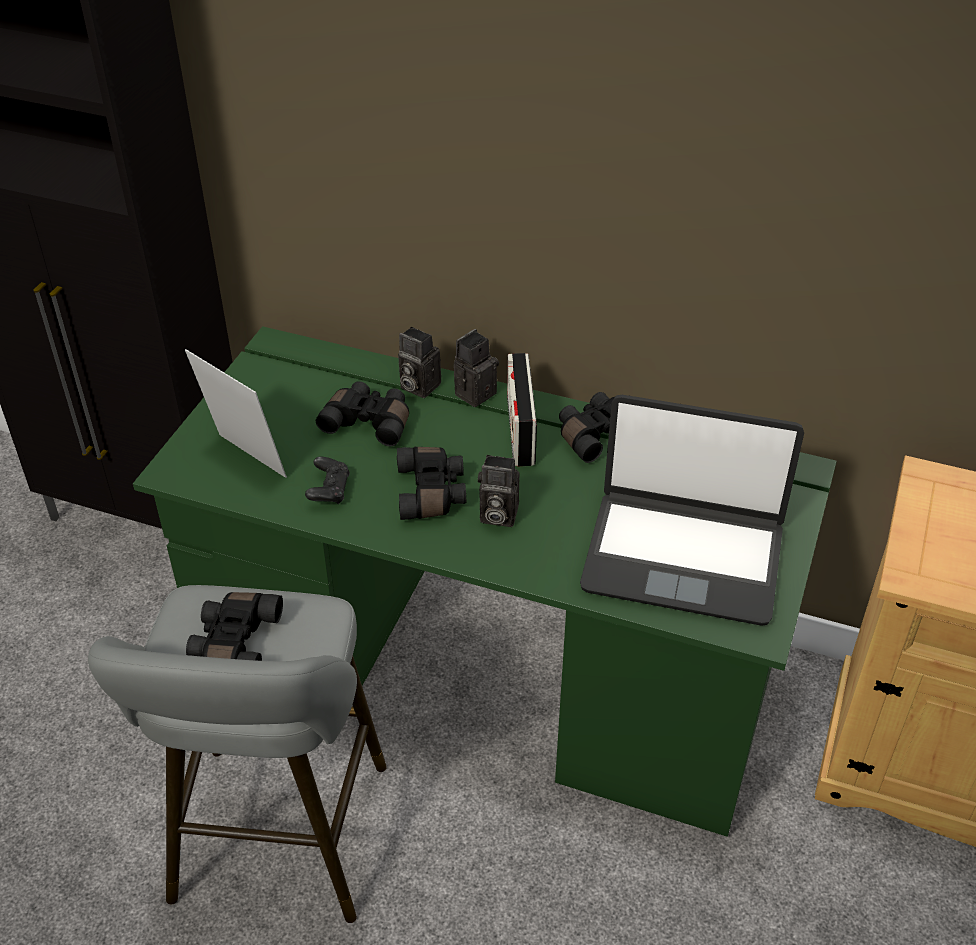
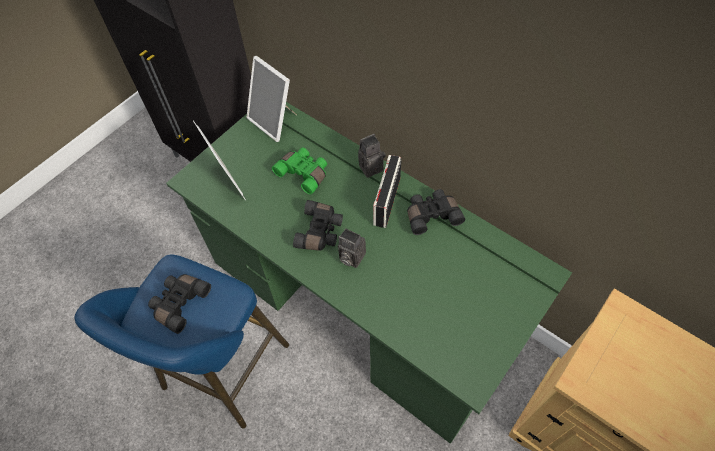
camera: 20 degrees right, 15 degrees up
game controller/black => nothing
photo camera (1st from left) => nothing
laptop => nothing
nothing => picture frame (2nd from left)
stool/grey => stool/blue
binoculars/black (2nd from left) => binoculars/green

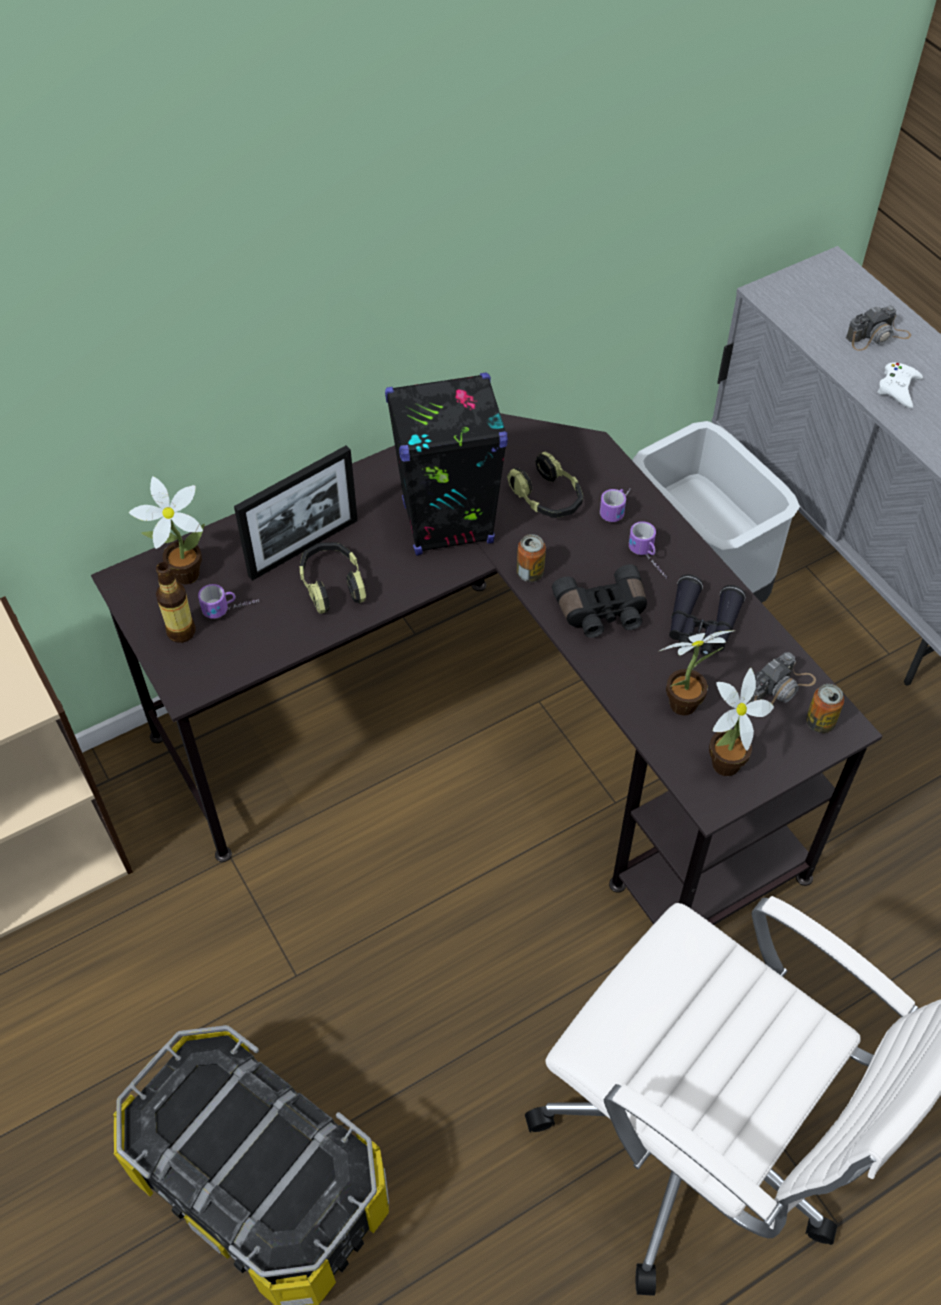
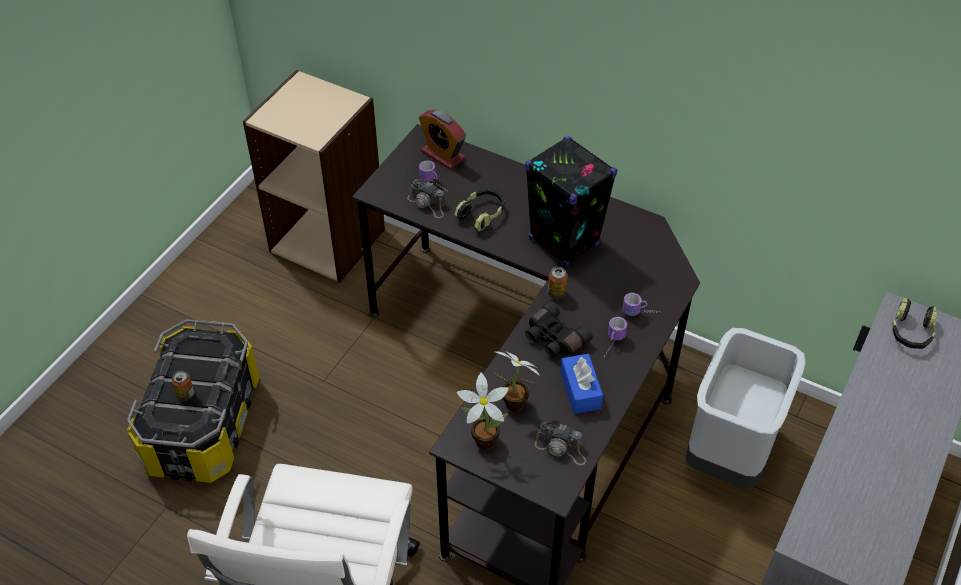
camera: 60 degrees right, 5 degrees down
bottle => nothing
picture frame => nothing
game controller/white => nothing
headphones (2nd from left), move
can (2nd from left in the first image) => can (1st from left), move
photo camera (2nd from left in the first image) => photo camera (1st from left), move
potted plant (1st from left) => alarm clock
binoculars/black (2nd from left) => tissue box/blue

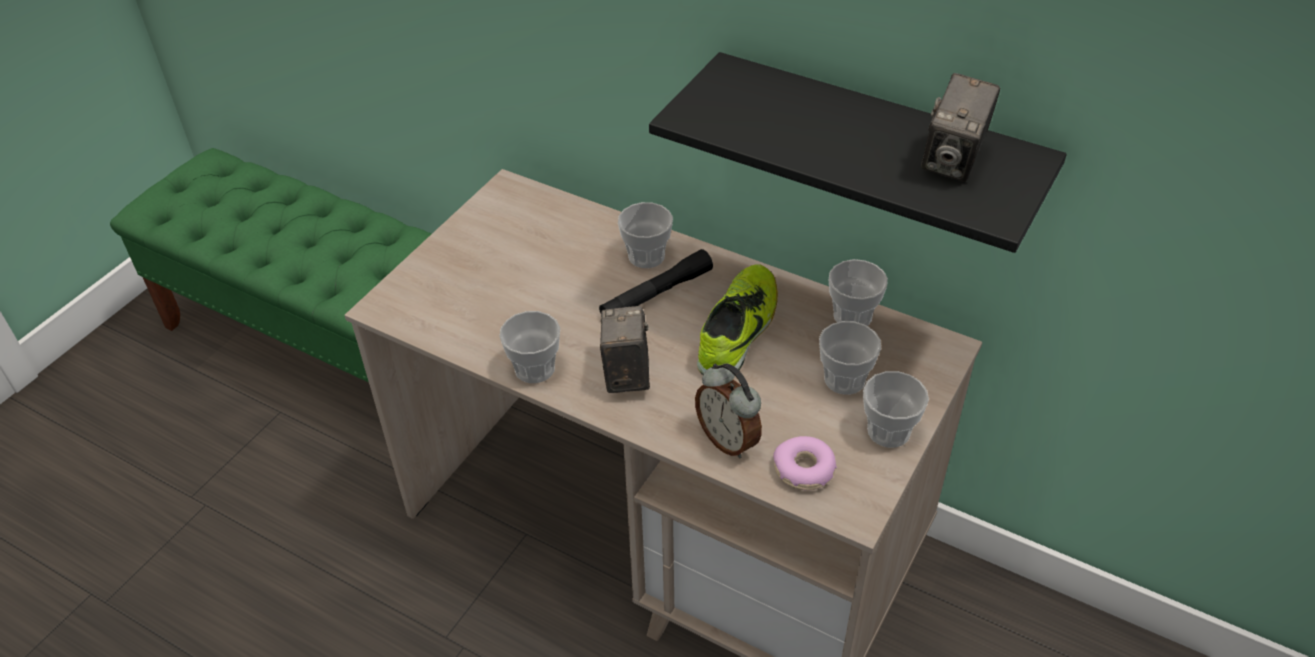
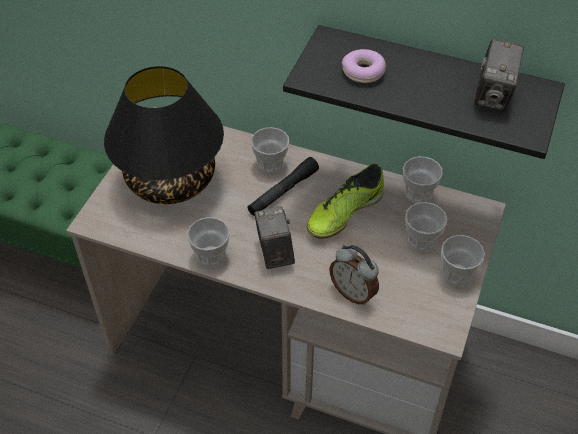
camera: 10 degrees left, 5 degrees up
nothing => table lamp/black
donut, move
shoe, 150 degrees counterclockwise

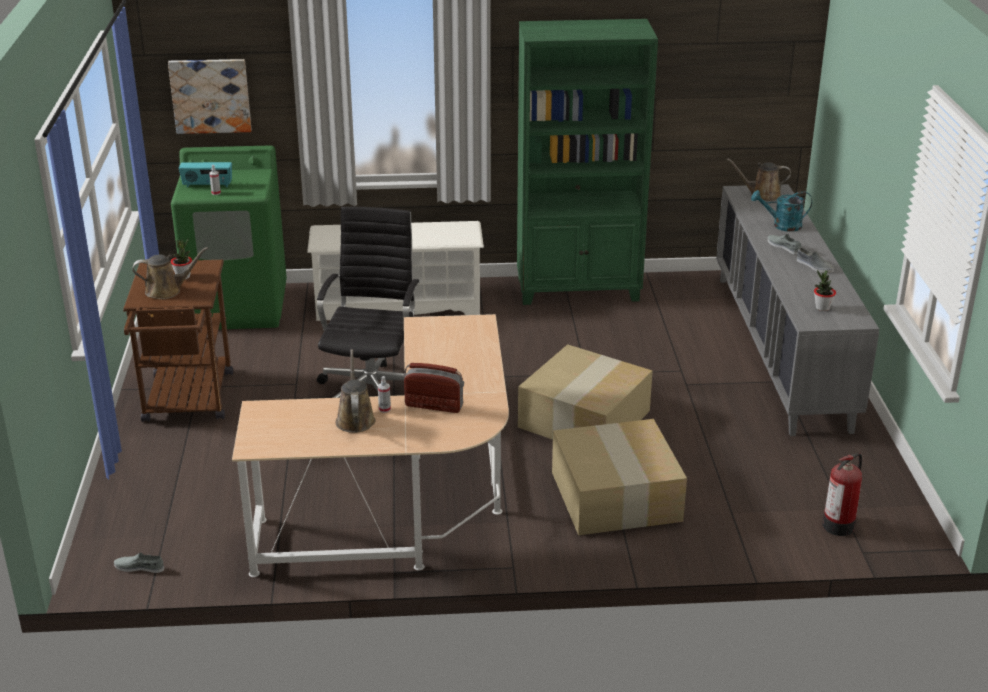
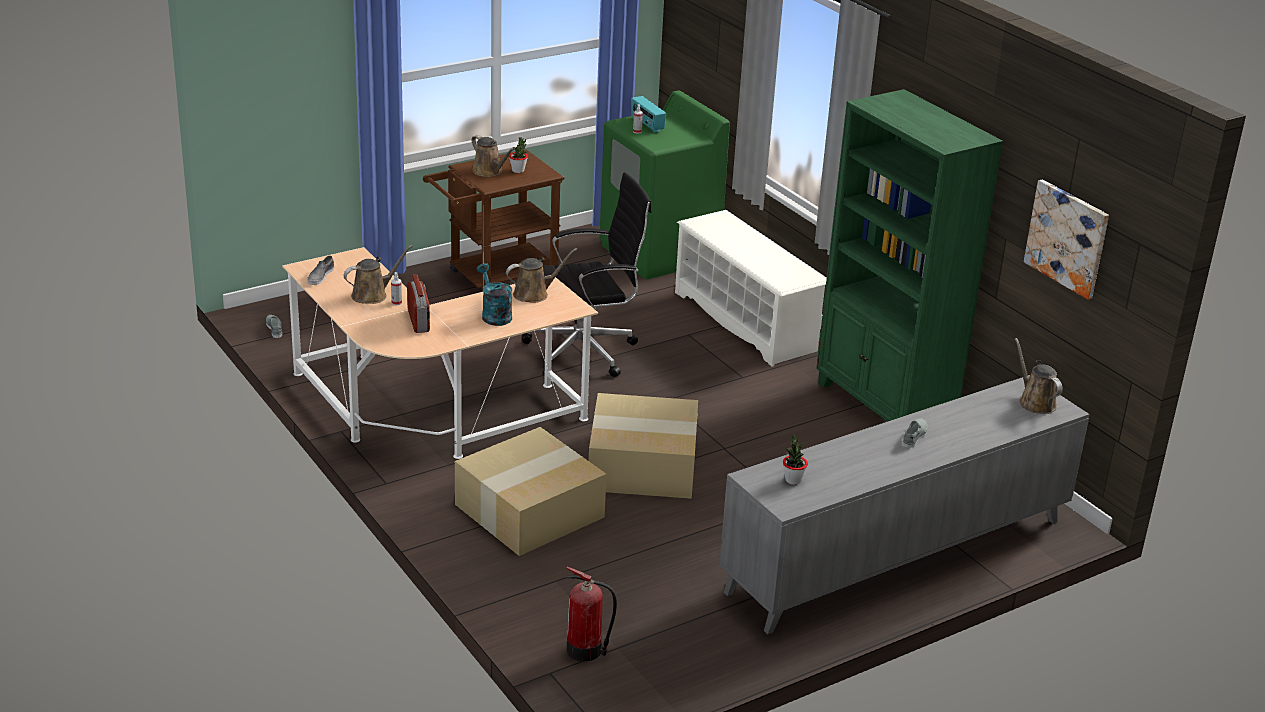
camera: 60 degrees right, 0 degrees up
nothing => watering can/brown (3rd from left)
picture, move
watering can/turquoise, move
shoe/grey (3rd from left in the first image) => shoe/grey (2nd from left), move

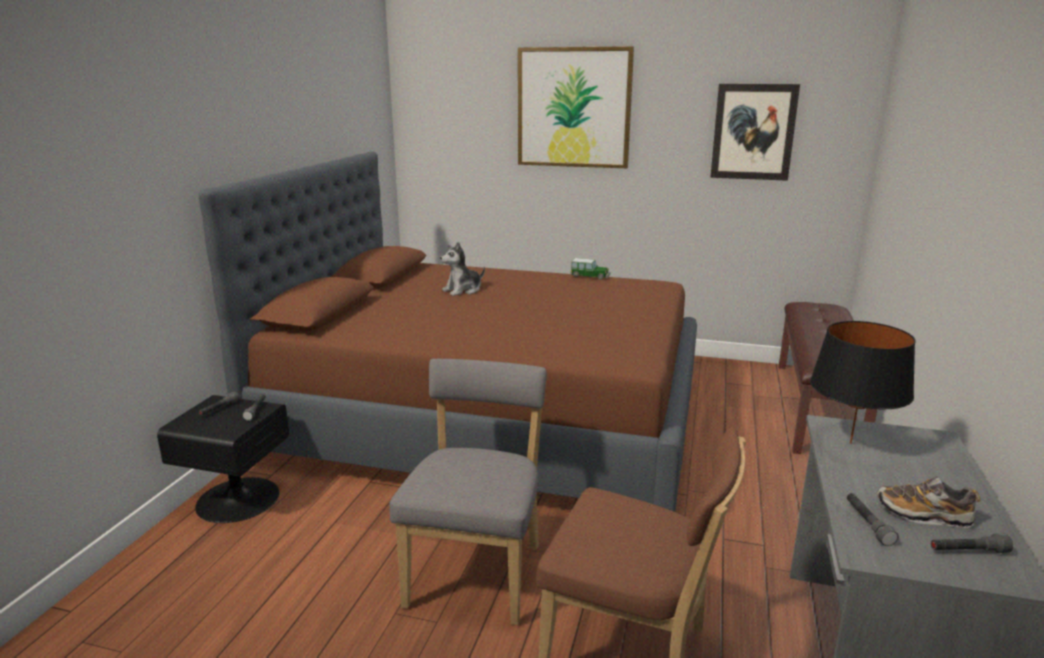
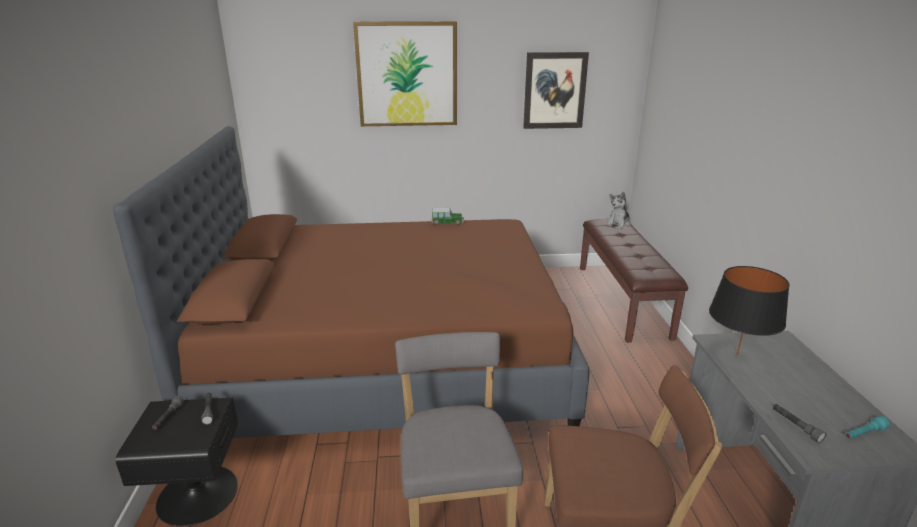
camera: 20 degrees left, 5 degrees up
shoe => nothing
plush toy, move
flashlight/grey (4th from left) => flashlight/turquoise

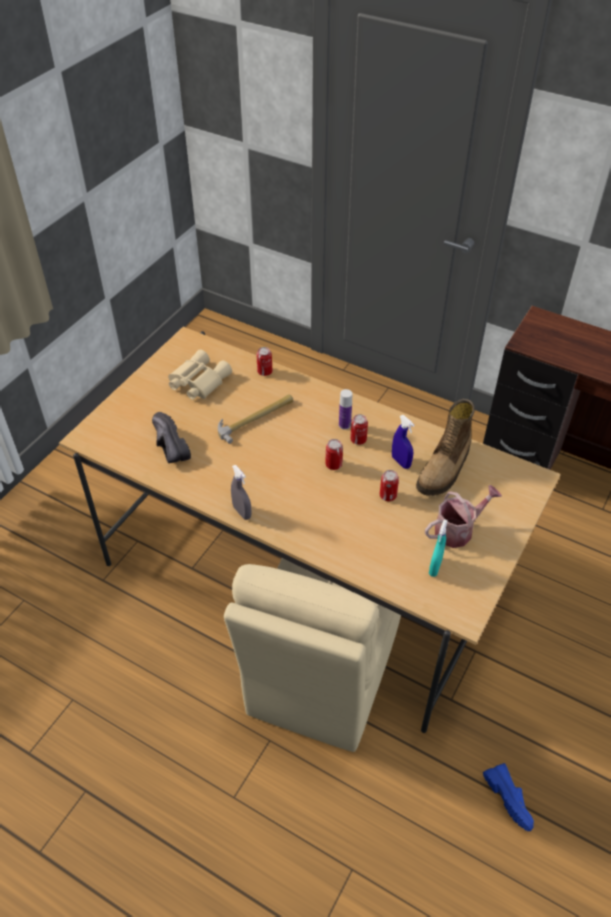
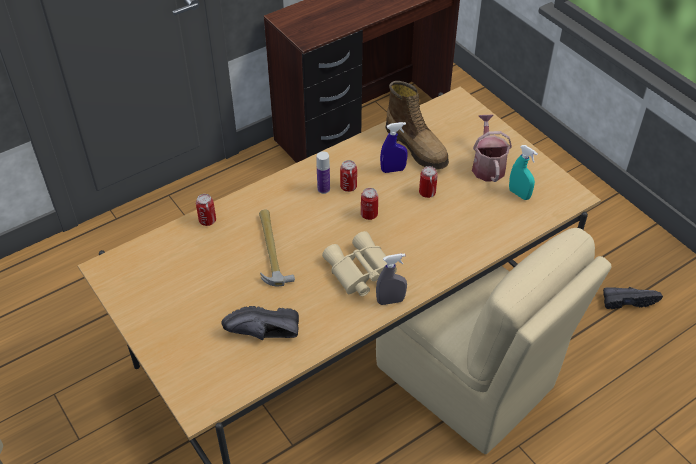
camera: 65 degrees left, 0 degrees up
binoculars/beige, move
shoe/blue => shoe/black (2nd from left)

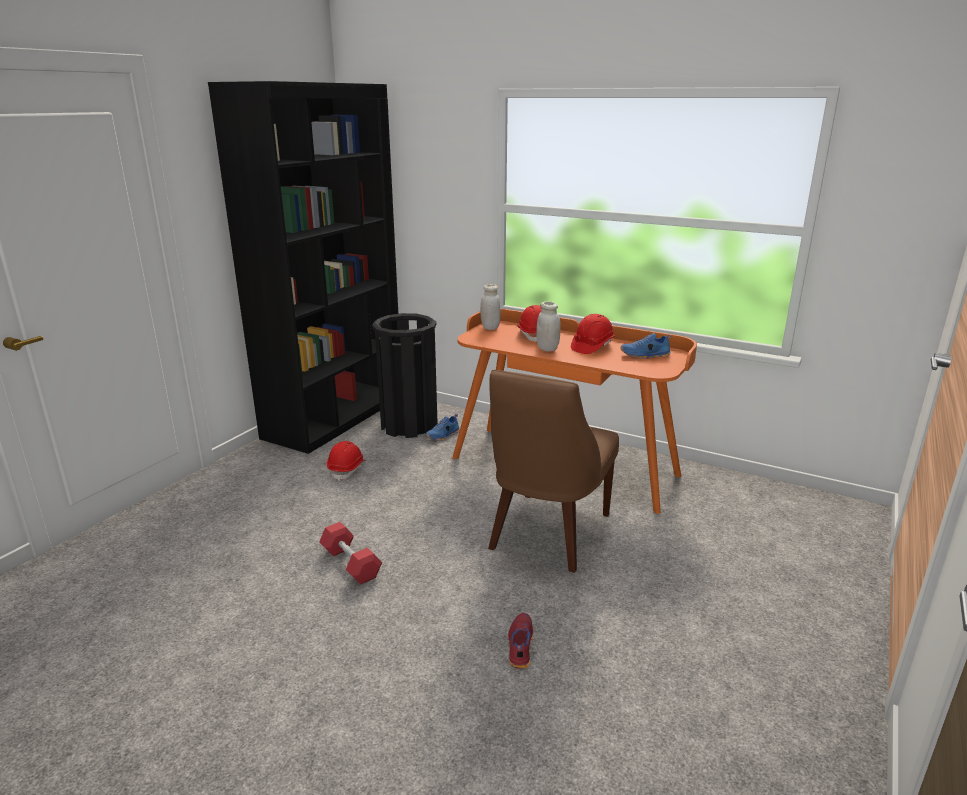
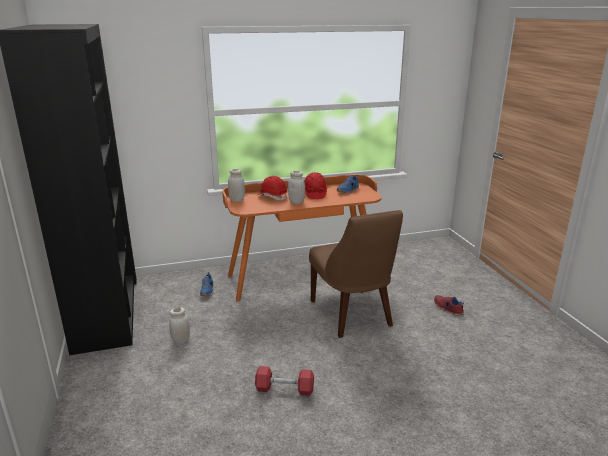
camera: 45 degrees left, 0 degrees up
trash can/black => nothing
shoe/red, move
hard hat/red (1st from left) => jar/white (1st from left)

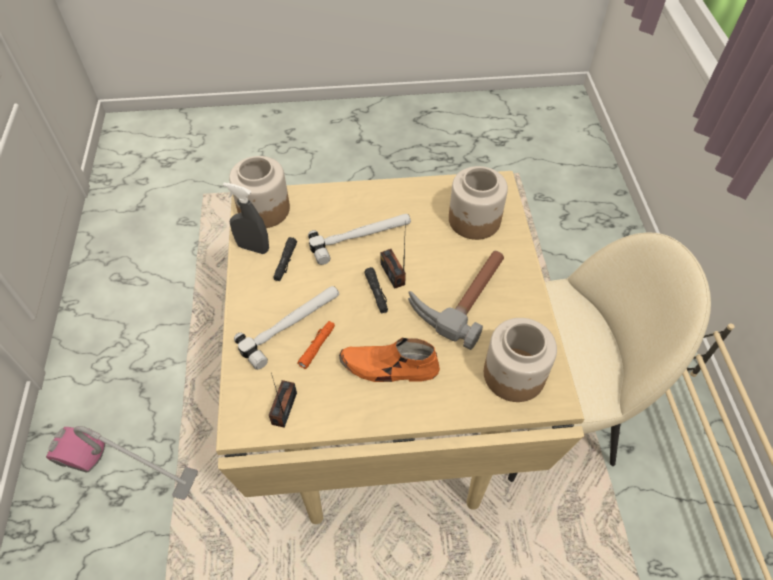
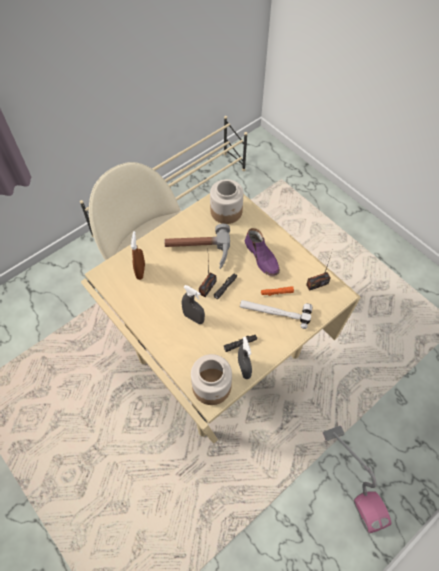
camera: 125 degrees left, 5 degrees up
hammer (2nd from left) => spray bottle/grey (1st from left)
jar (2nd from left) => spray bottle/brown
shoe/orange => shoe/purple

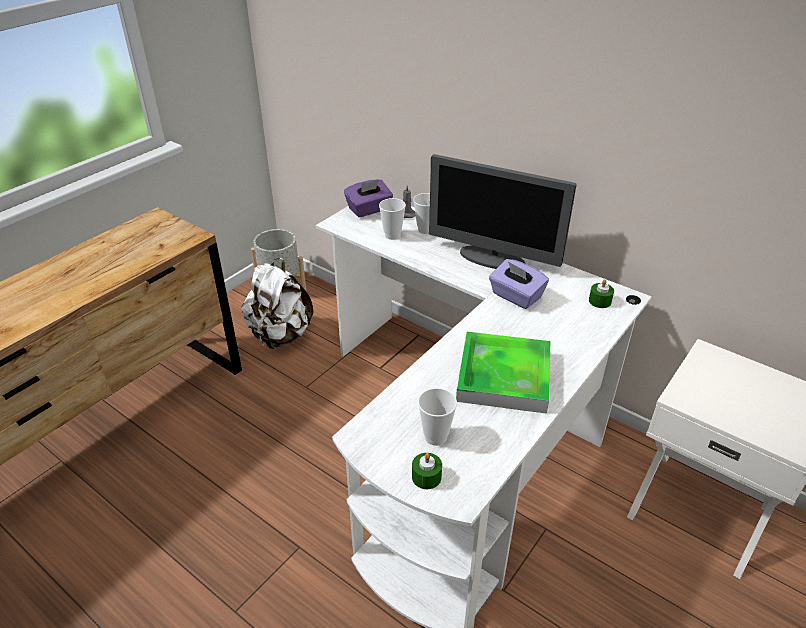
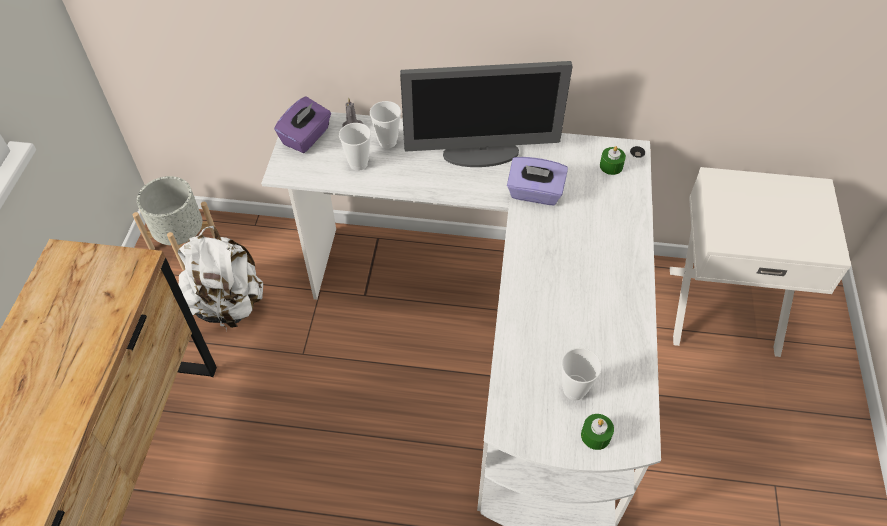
camera: 30 degrees left, 15 degrees up
tray => nothing

